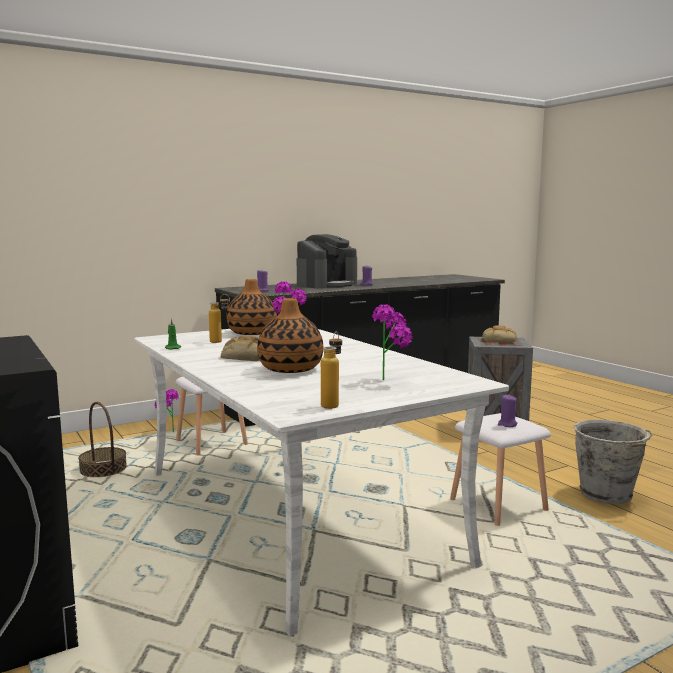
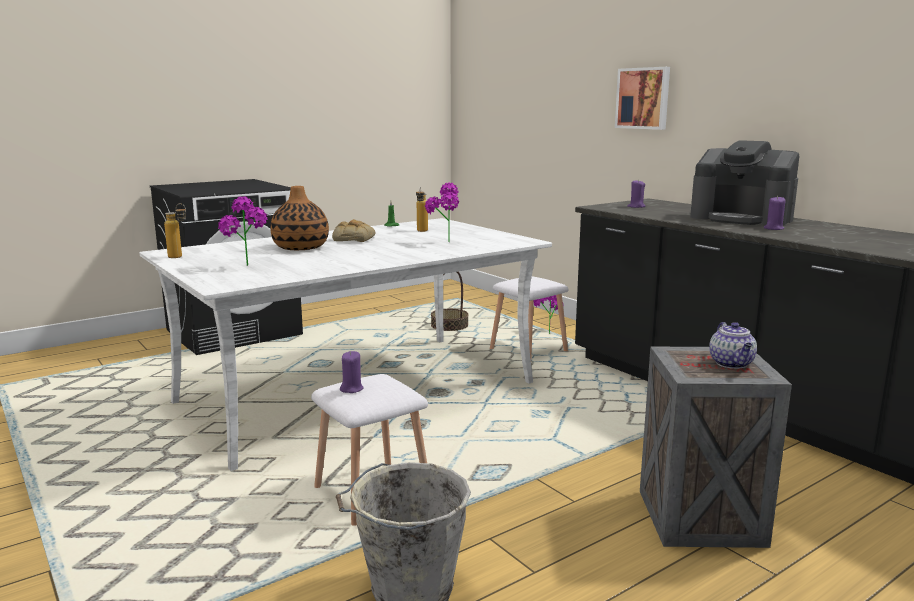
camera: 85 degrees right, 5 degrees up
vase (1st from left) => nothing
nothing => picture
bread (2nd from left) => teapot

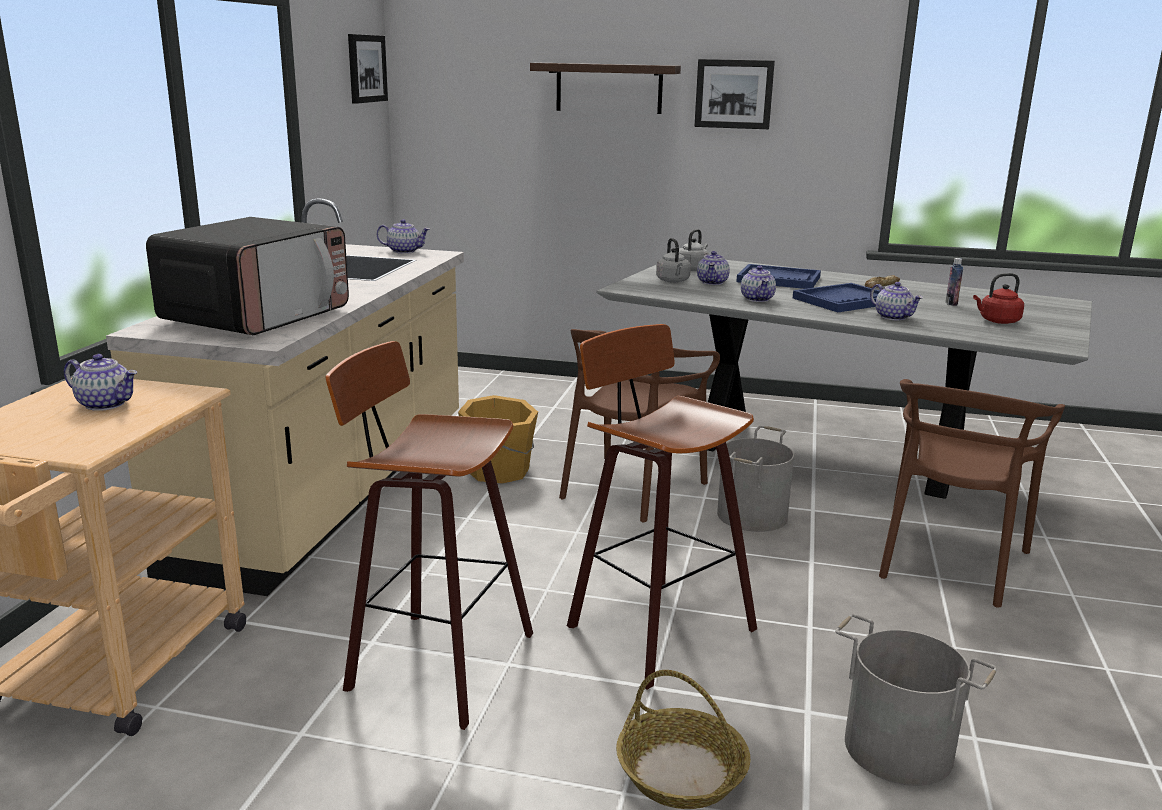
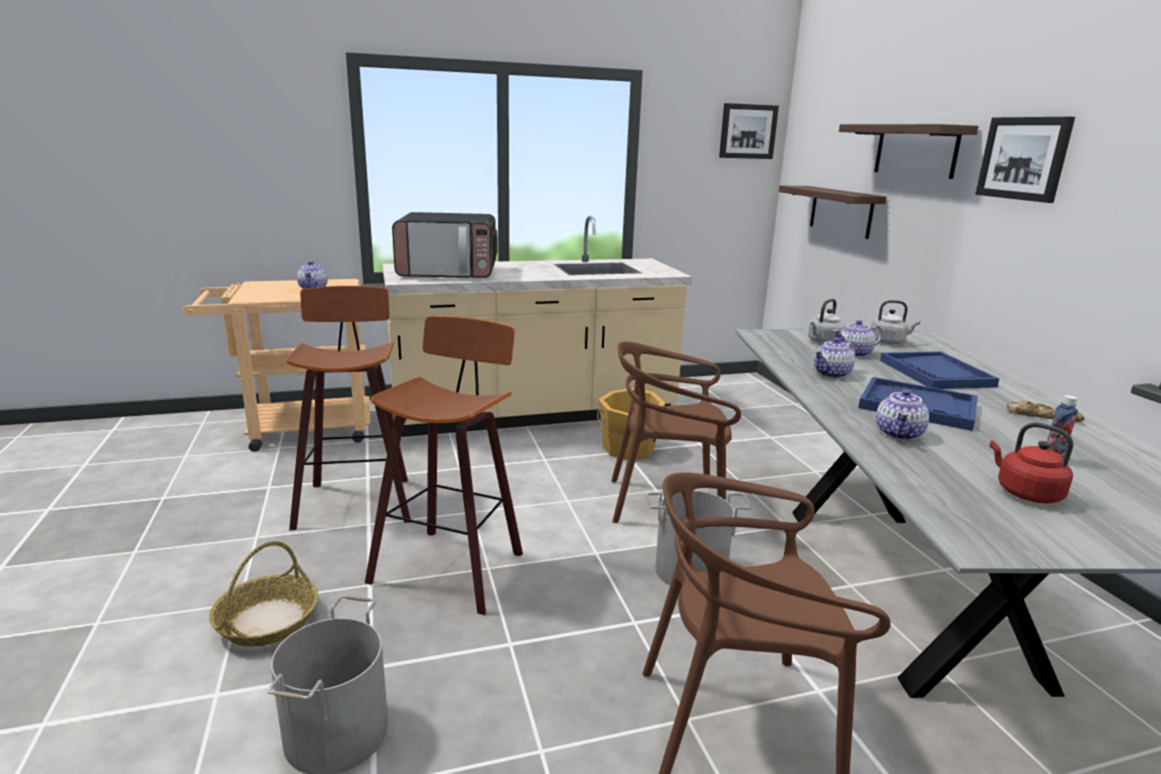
camera: 60 degrees right, 0 degrees up
teapot (2nd from left) => nothing
nothing => shelf (1st from left)

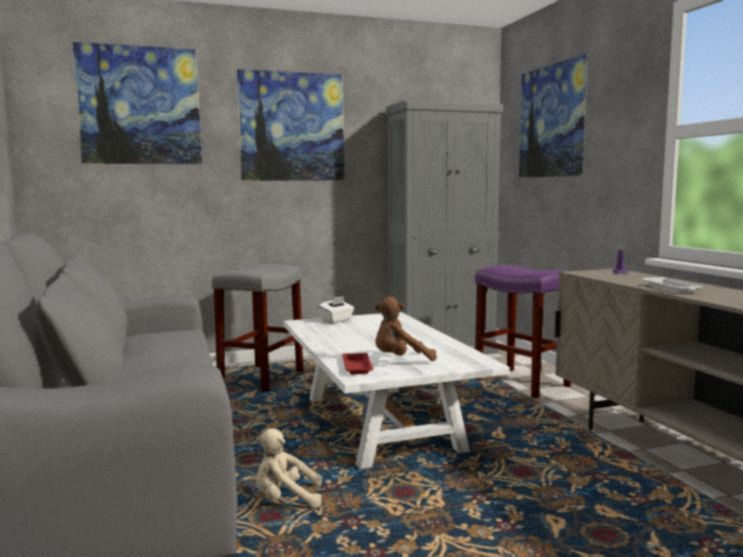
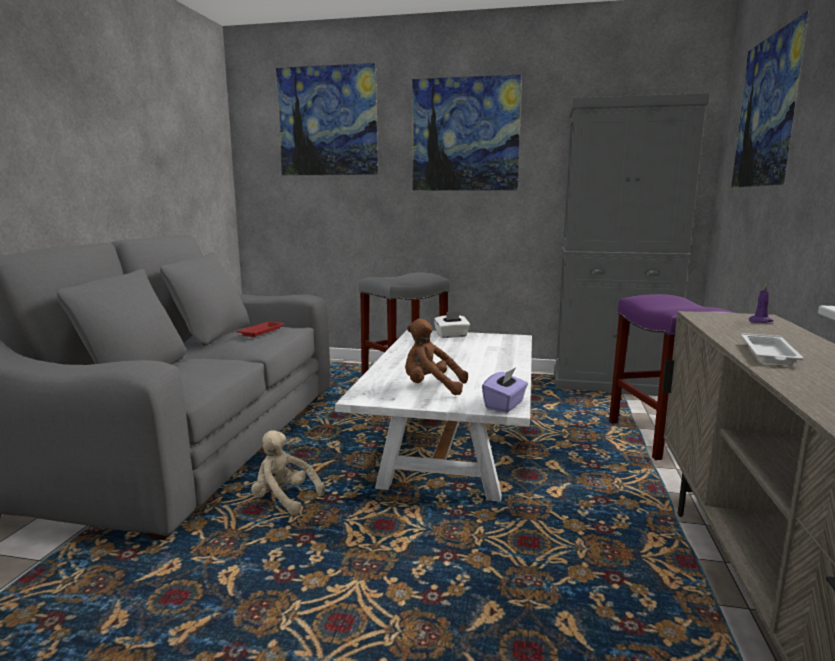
camera: 30 degrees right, 5 degrees up
nothing => tissue box/purple
tray/red, move

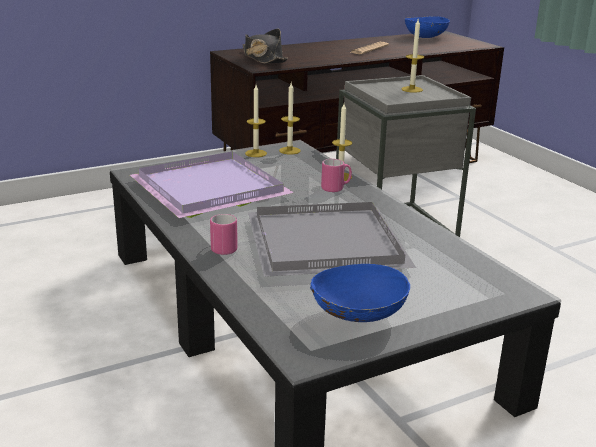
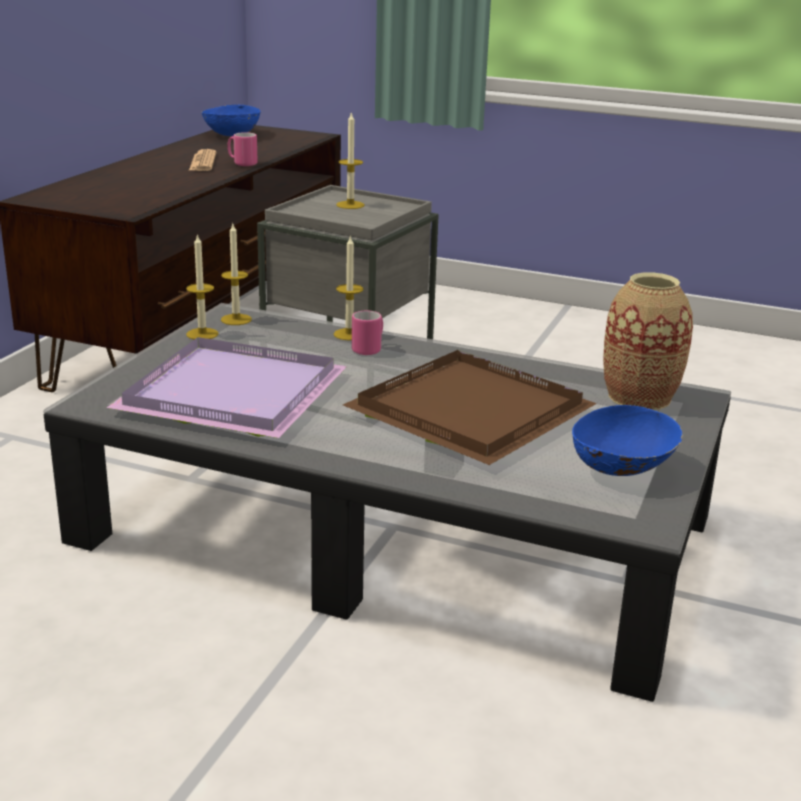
camera: 40 degrees left, 0 degrees up
hat/black => nothing
nothing => vase
mug/pink (1st from left), move
tray/grey => tray/brown

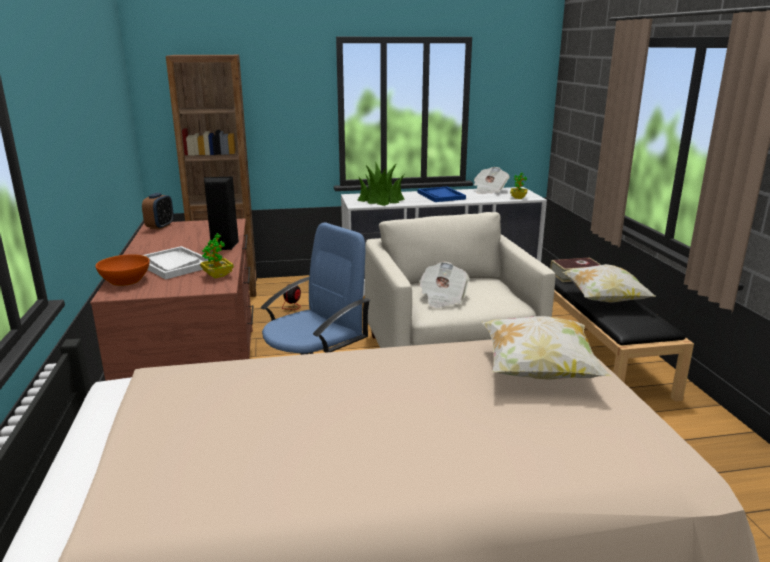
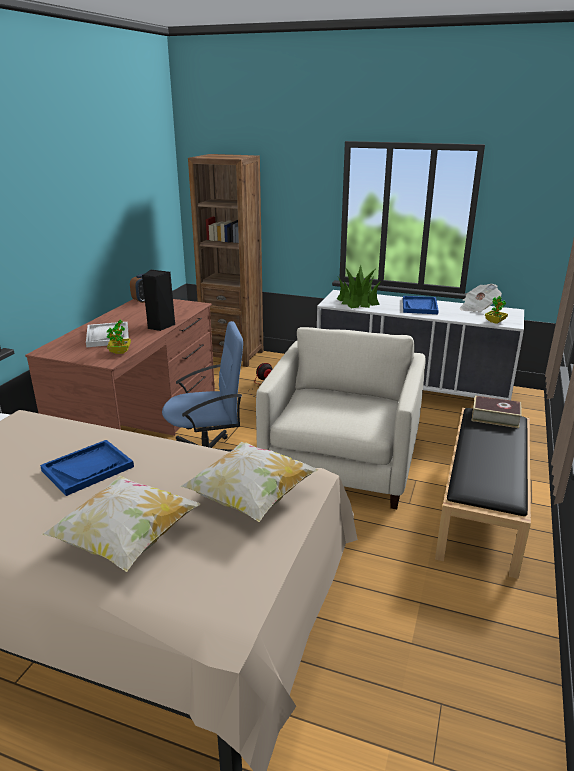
camera: 30 degrees right, 5 degrees up
bowl/orange => nothing
newspaper (1st from left) => nothing
nothing => tray/blue (1st from left)
pillow (2nd from left in the first image) => pillow (1st from left), move

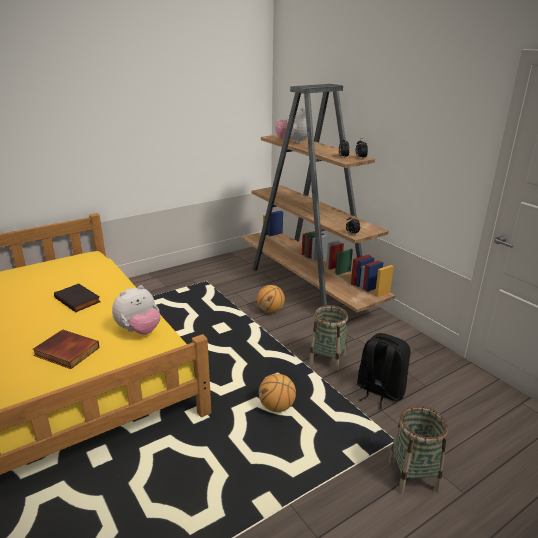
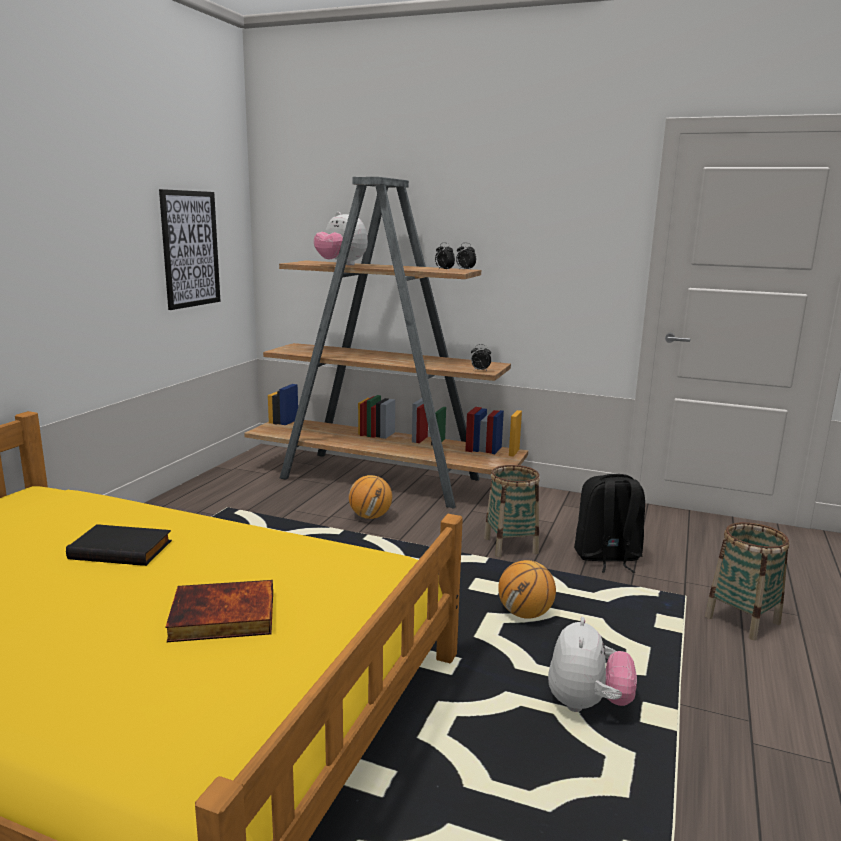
camera: 35 degrees left, 10 degrees down
nothing => picture
plush toy (1st from left in the first image) => plush toy (2nd from left), move

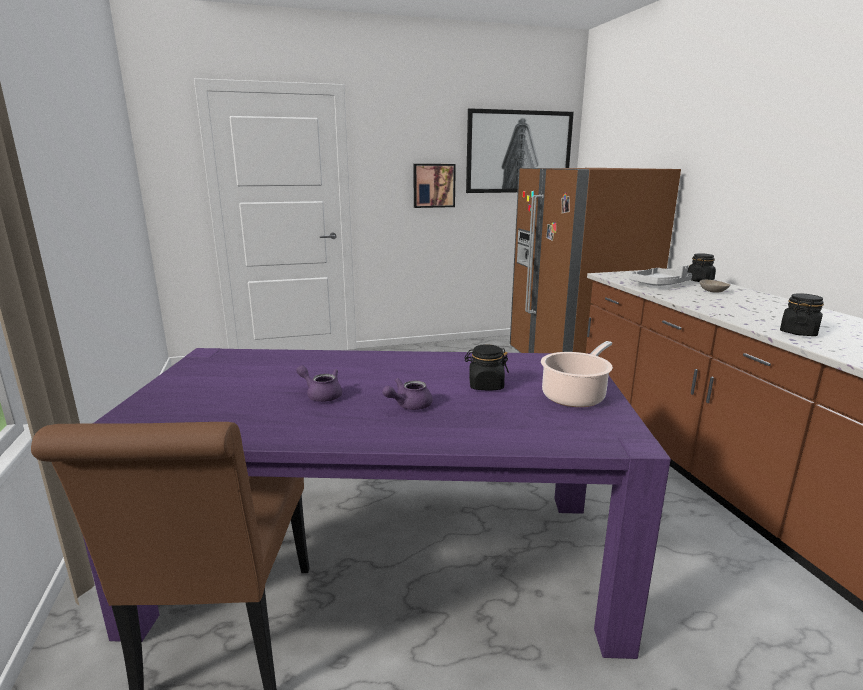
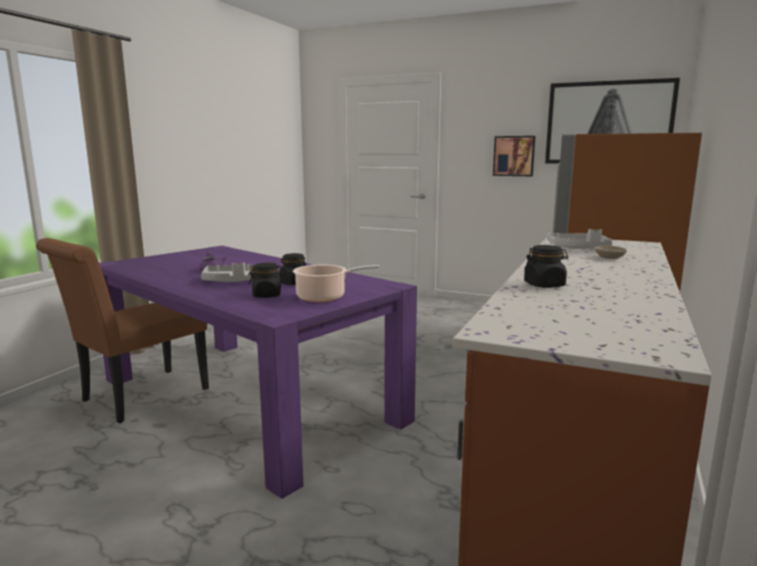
camera: 40 degrees right, 5 degrees down
jar/black (2nd from left in the first image) => jar/black (1st from left), move
teapot/purple (2nd from left) => tray/grey (1st from left)

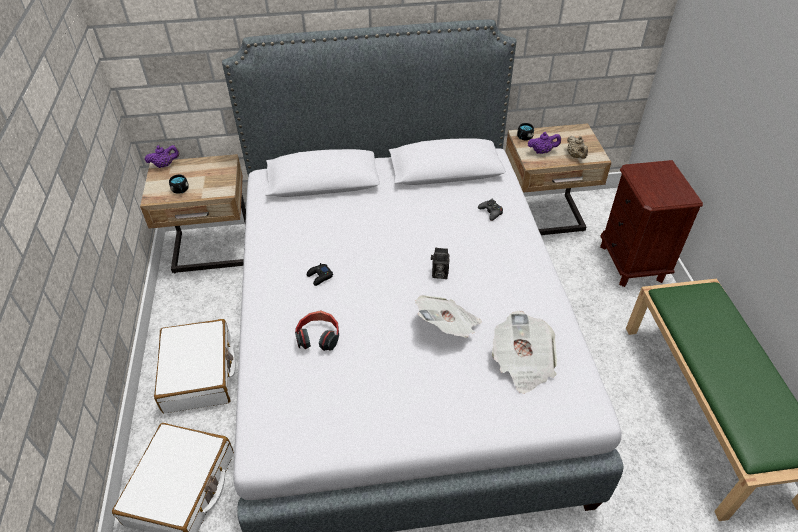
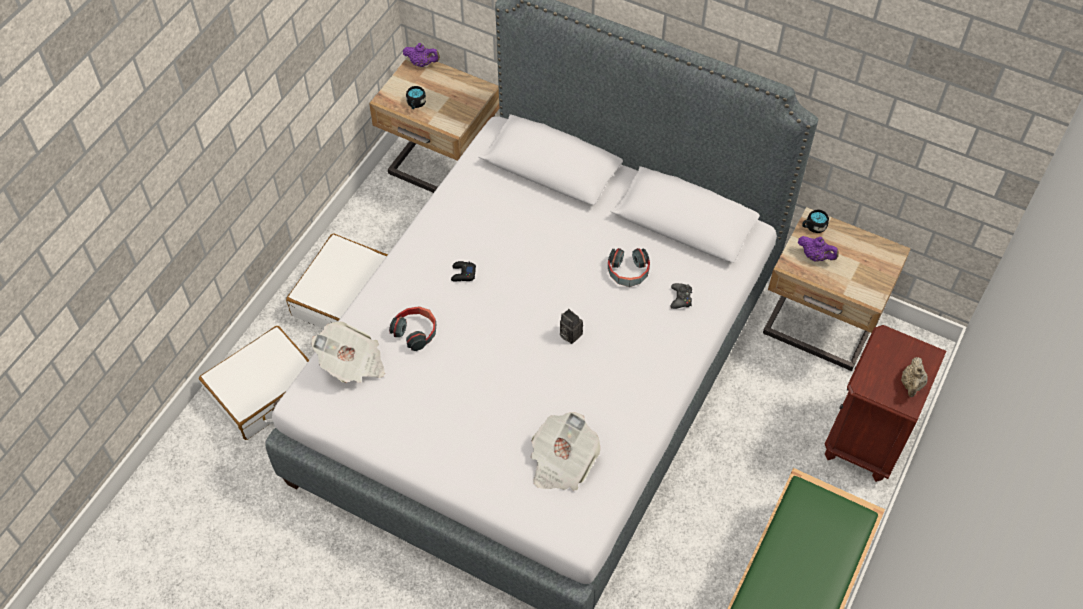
camera: 35 degrees right, 10 degrees up
nothing => headphones (2nd from left)
newspaper (1st from left), move
teapot/beige, move

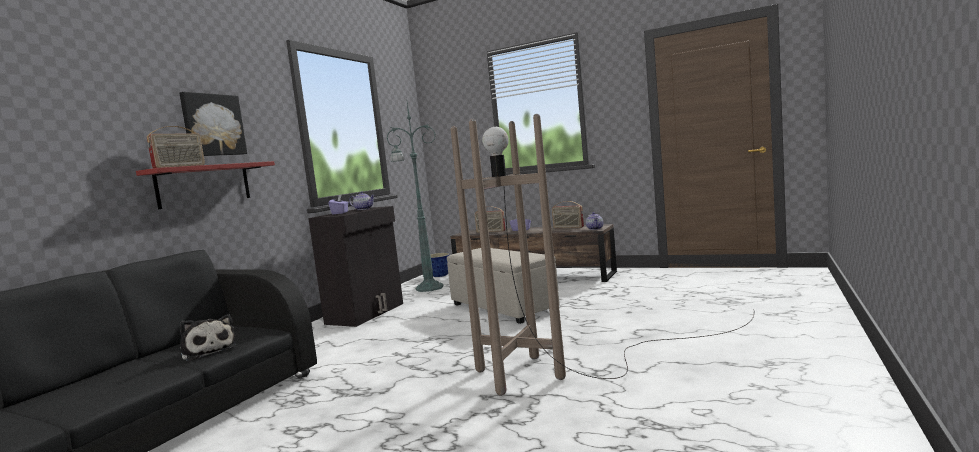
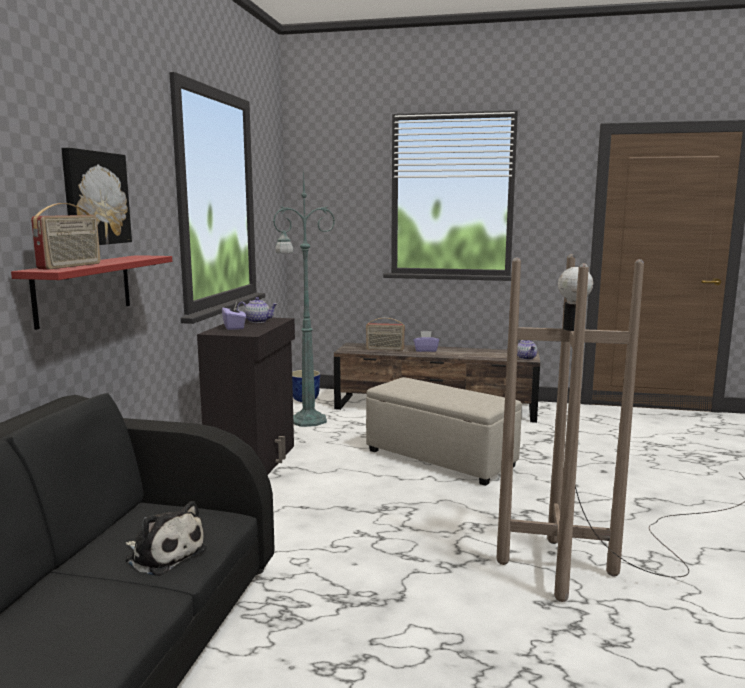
camera: 15 degrees left, 5 degrees up
radio (3rd from left) => nothing

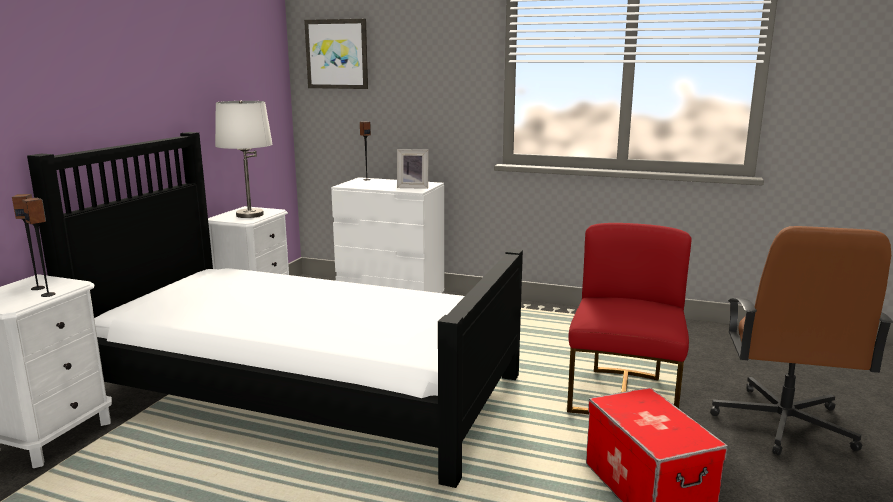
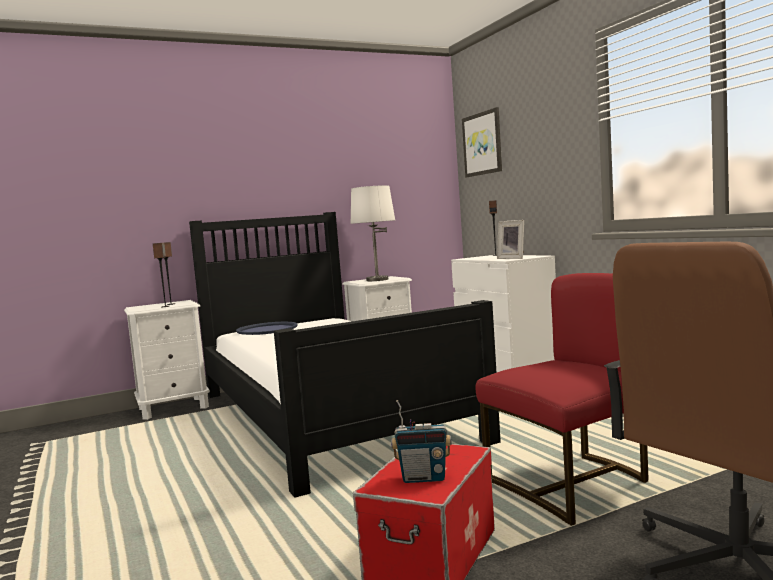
camera: 45 degrees right, 10 degrees down
nothing => tray/blue
nothing => radio

